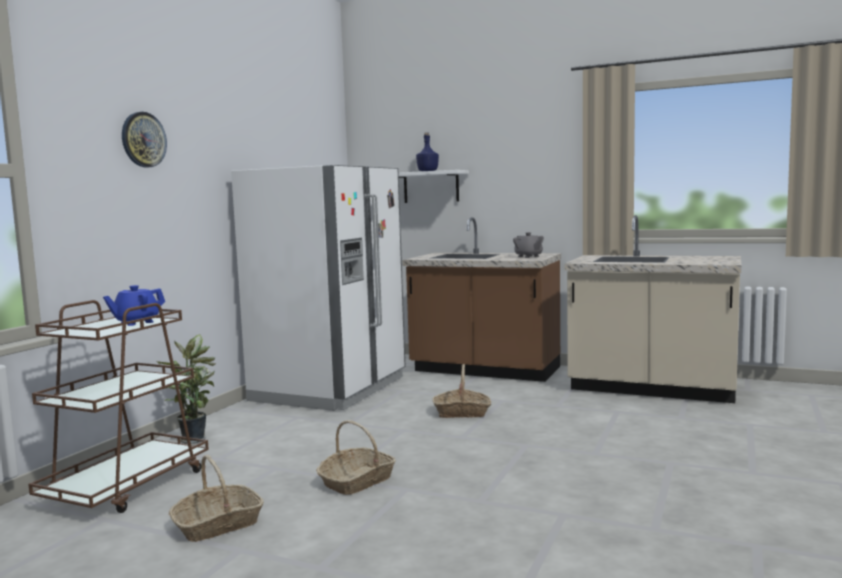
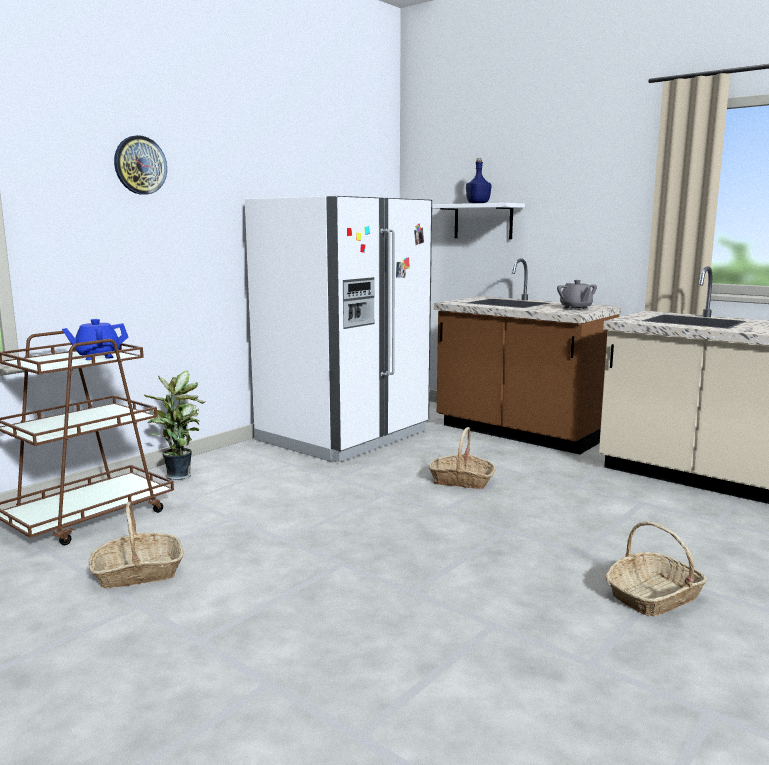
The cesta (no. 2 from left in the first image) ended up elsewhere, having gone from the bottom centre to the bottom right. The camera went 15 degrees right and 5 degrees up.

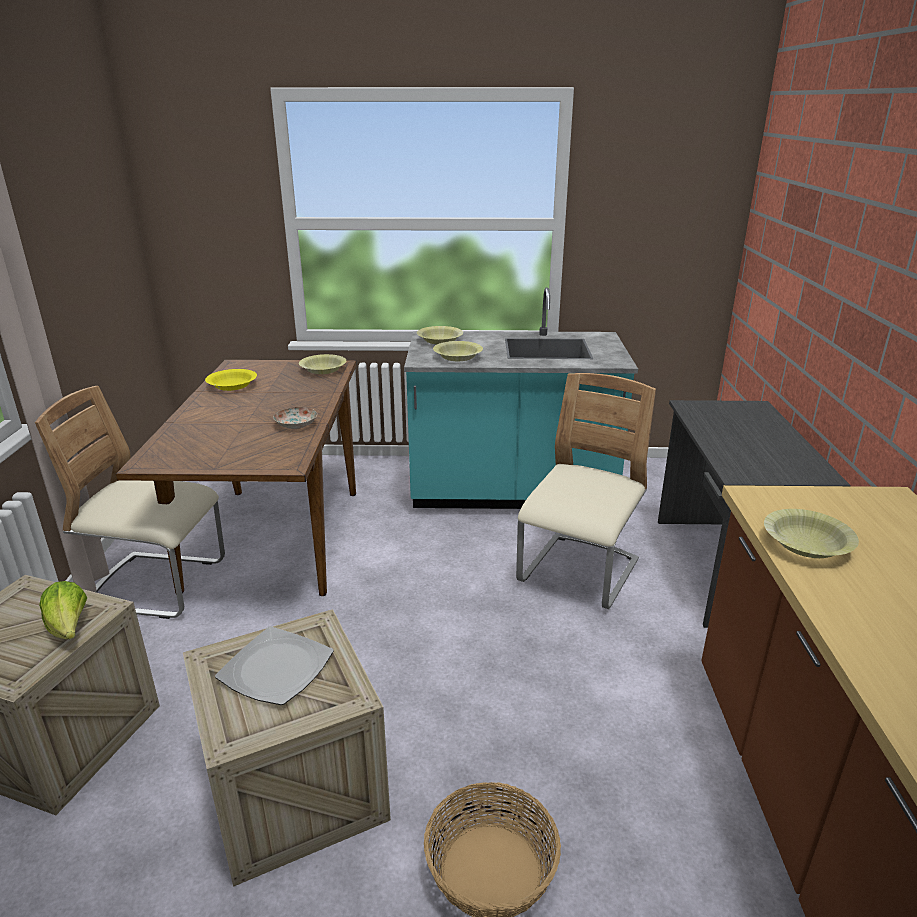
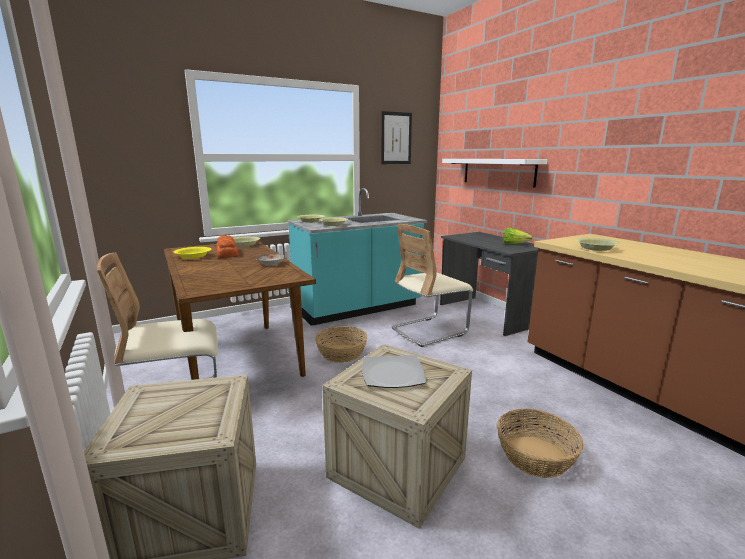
The silla [beis] (no. 2 from left) at the centre ended up facing another way, 120 degrees counterclockwise from before. The lechuga ended up elsewhere, having gone from the middle left to the middle right. The second view gained the cuadro at the top centre. The second view gained the estante [blanco] at the top centre. The second view gained the pan at the middle left. The second view gained the cesta (no. 1 from left) at the centre. The camera went 30 degrees left and 10 degrees down.

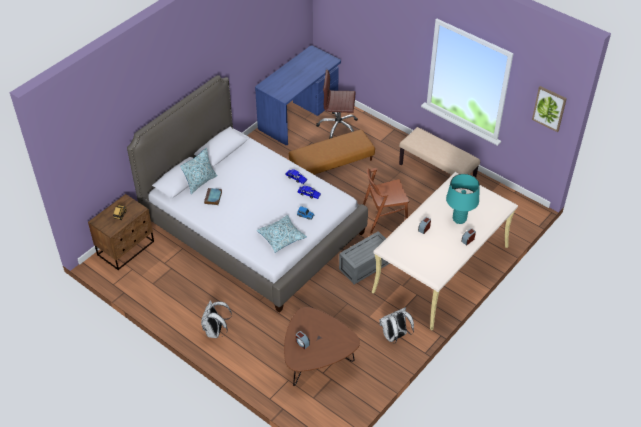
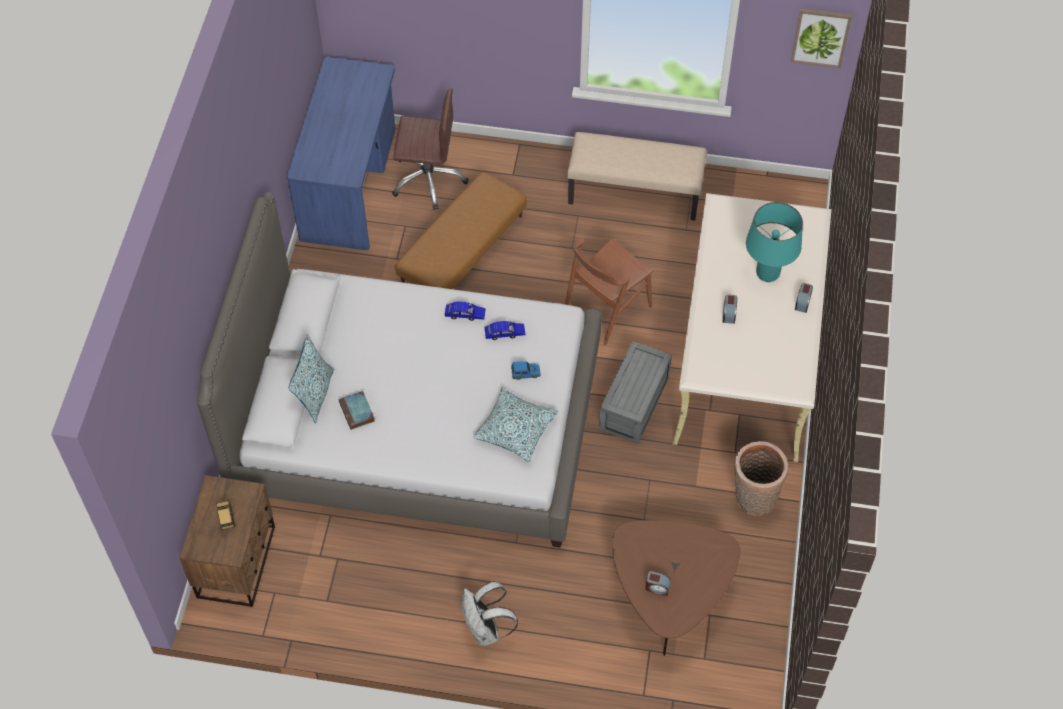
The silla de oficina [marrón] at the top centre ended up facing another way, 150 degrees counterclockwise from before. Where the mochila [blanco] (no. 2 from left) stood at the bottom centre, the cesta came to stand at the bottom right. The camera went 30 degrees left and 10 degrees up.

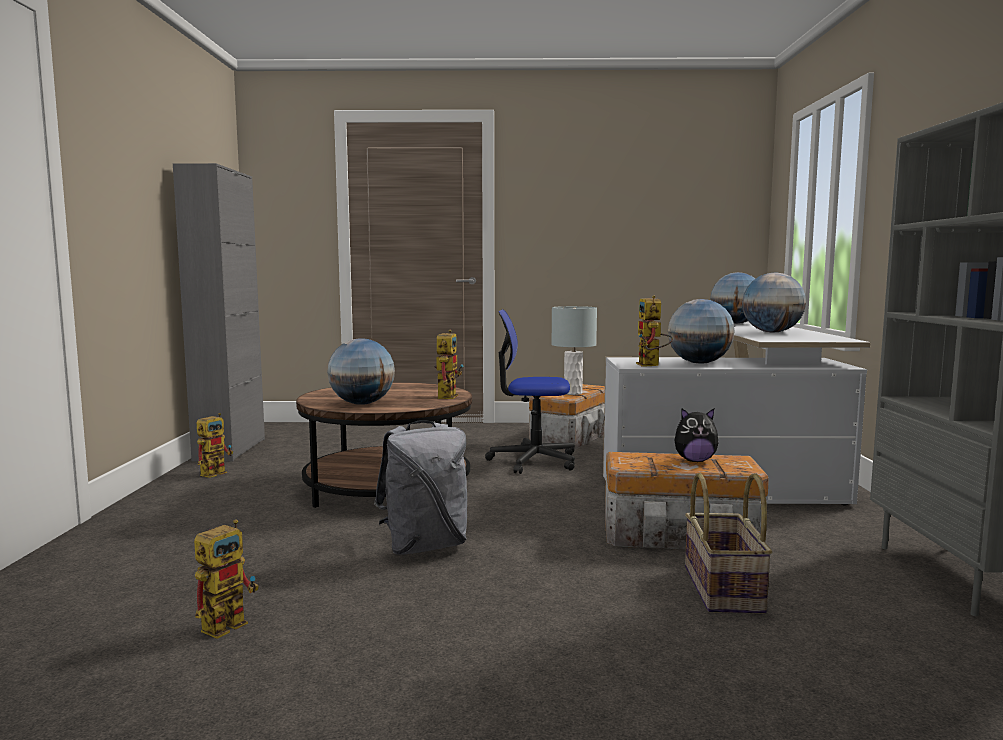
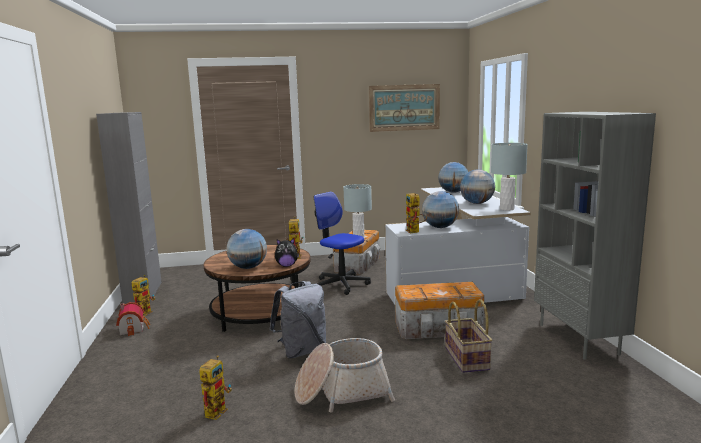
The silla de oficina at the centre ended up facing another way, 45 degrees clockwise from before. The peluche ended up elsewhere, having gone from the middle right to the centre. The second view gained the cuadro at the top centre. The second view gained the lámpara de mesa [gris] (no. 2 from left) at the middle right. The second view gained the casita at the bottom left. The second view gained the cesta (no. 1 from left) at the bottom centre. The camera went 10 degrees left and 5 degrees up.

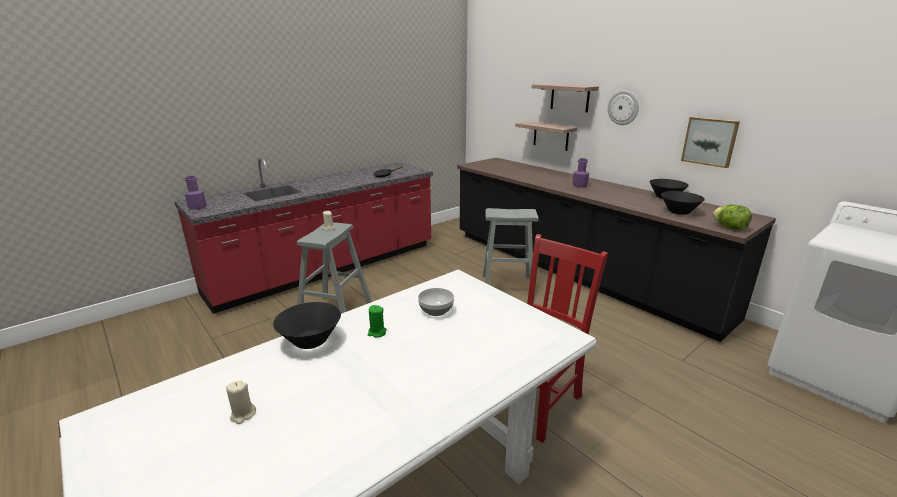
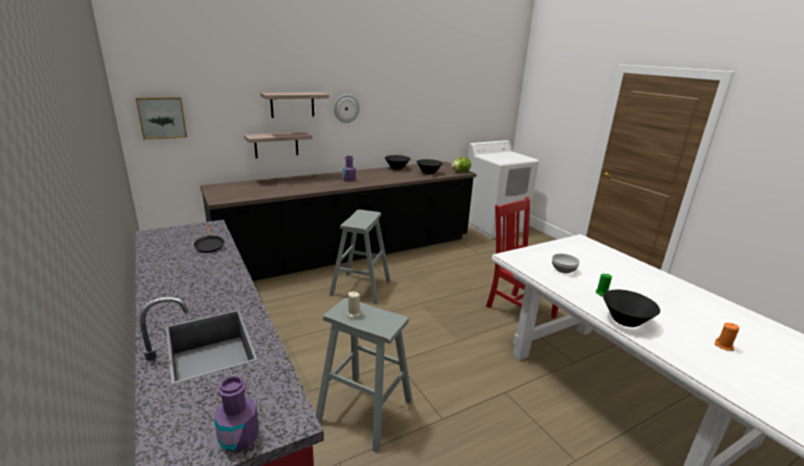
The cuadro ended up elsewhere, having gone from the top right to the top left. What was the vela [beis] (no. 1 from left) at the bottom left turned into the vela [naranja] at the bottom right. The camera went 80 degrees left and 0 degrees up.

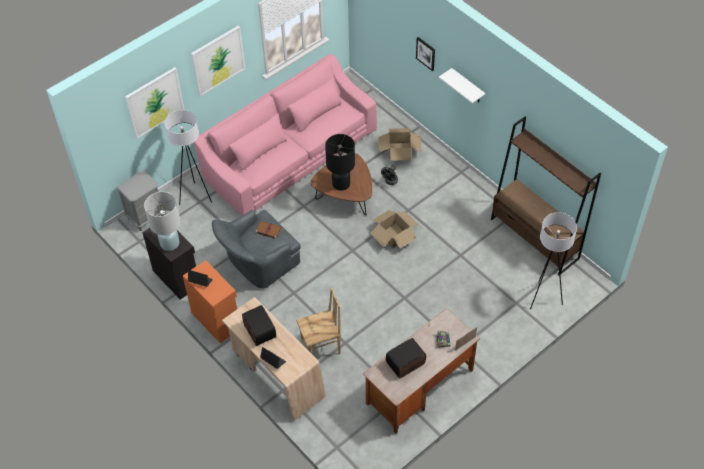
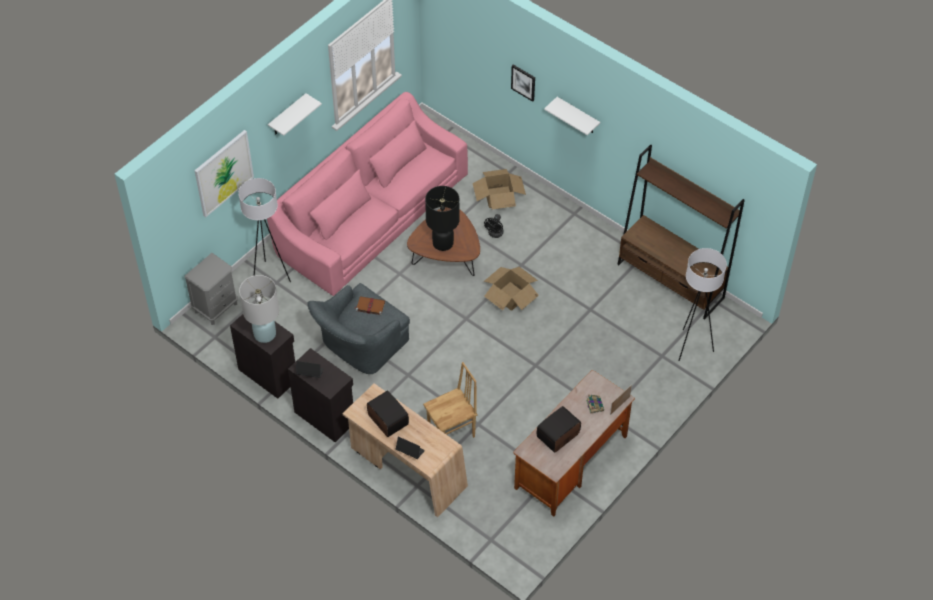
Where the cuadro (no. 2 from left) hung at the top left, the estante [blanco] (no. 1 from left) came to hang at the top left. What was the armario [naranja] at the middle left turned into the armario [negro] (no. 2 from left) at the centre. The camera went 10 degrees left and 0 degrees up.

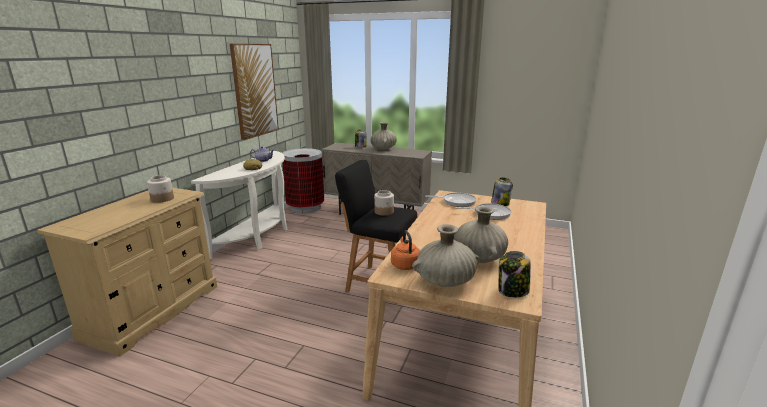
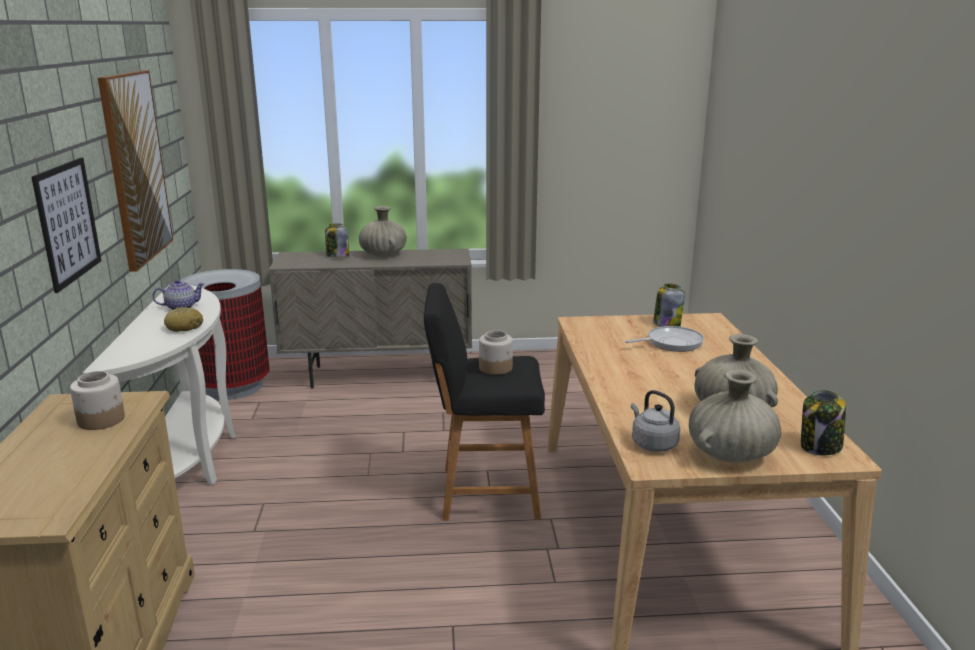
The second view lost the sartén (no. 1 from left) at the centre. What was the hervidor [naranja] at the centre turned into the hervidor [gris] at the middle right. The second view gained the cuadro (no. 1 from left) at the middle left. The camera went 25 degrees left and 0 degrees up.

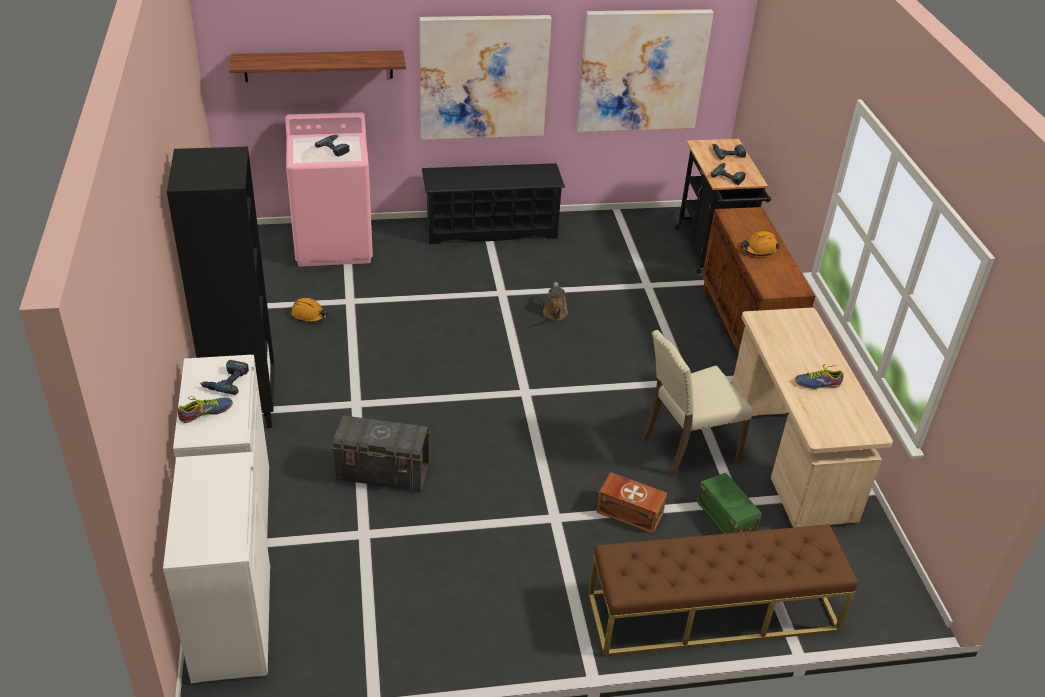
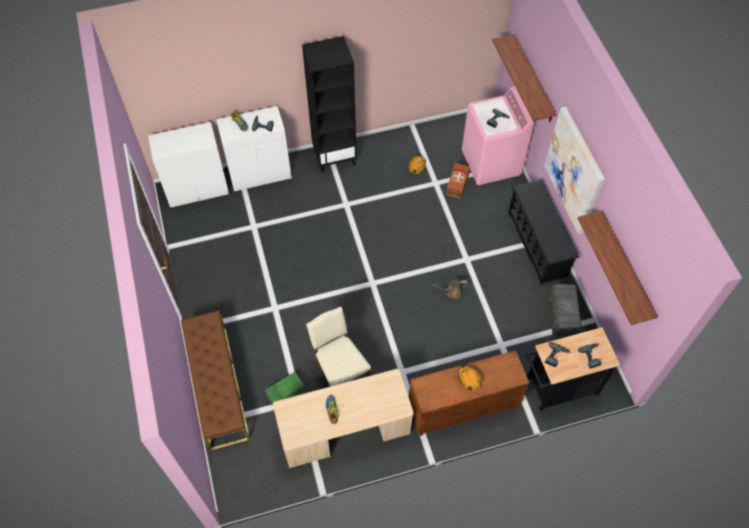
Where the cuadro (no. 2 from left) hung at the top centre, the estante (no. 2 from left) came to hang at the middle right. The caja de almacenaje [gris] ended up elsewhere, having gone from the centre to the middle right. The caja de almacenaje [marrón] ended up elsewhere, having gone from the bottom centre to the centre. The camera went 85 degrees right and 20 degrees up.

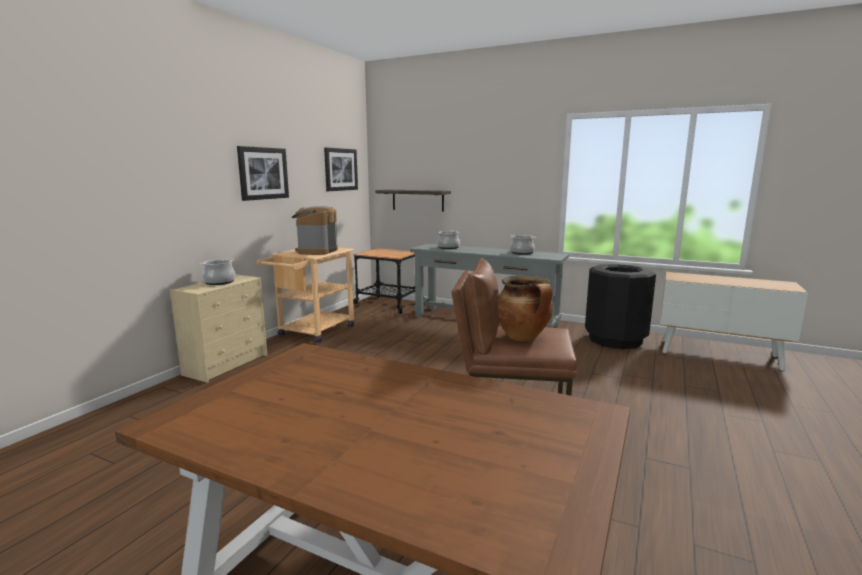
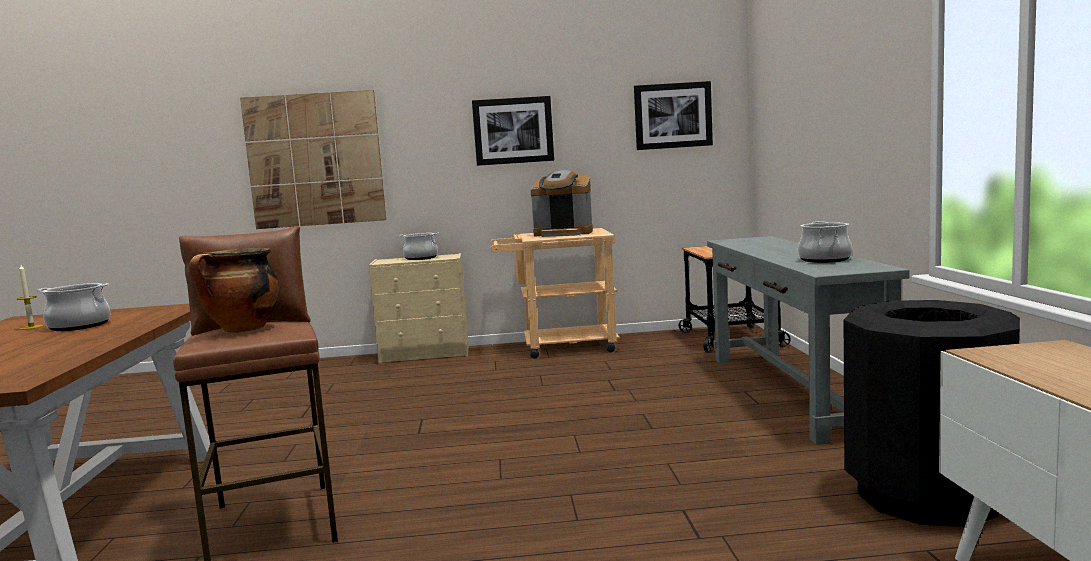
The second view lost the estante at the centre. The cafetera at the centre ended up facing another way, 150 degrees counterclockwise from before. The olla (no. 2 from left in the first image) ended up elsewhere, having gone from the centre to the middle left. The second view gained the cuadro (no. 1 from left) at the top left. The second view gained the vela at the middle left. The camera went 60 degrees right and 5 degrees down.

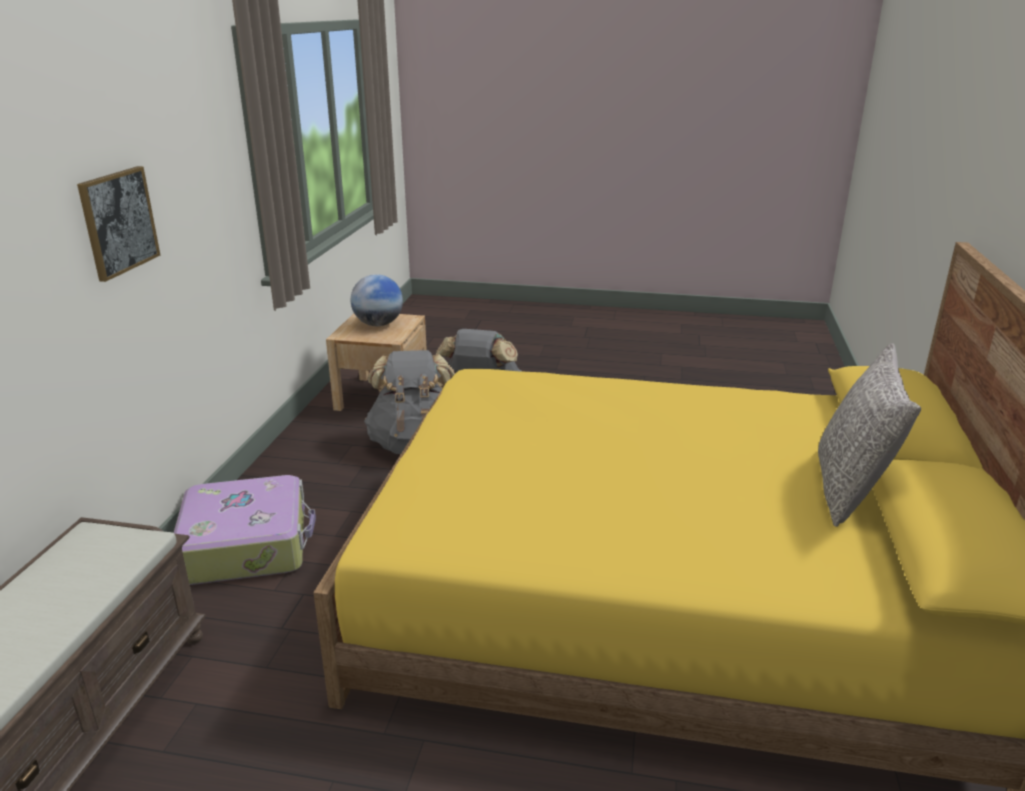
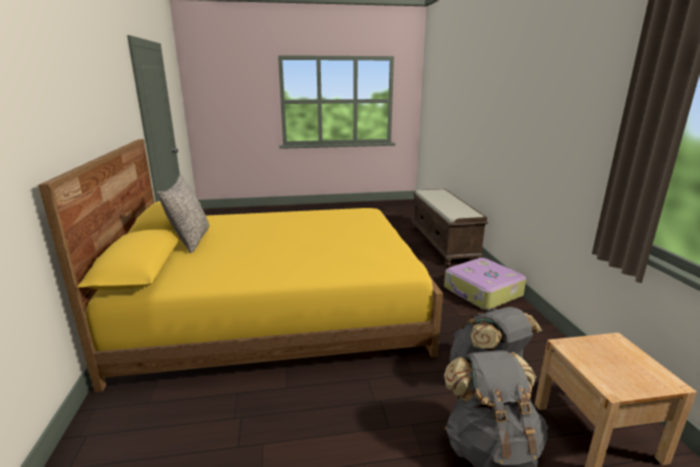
The second view lost the cuadro at the top left. The second view lost the globo terráqueo at the centre. The camera went 160 degrees right and 5 degrees down.

